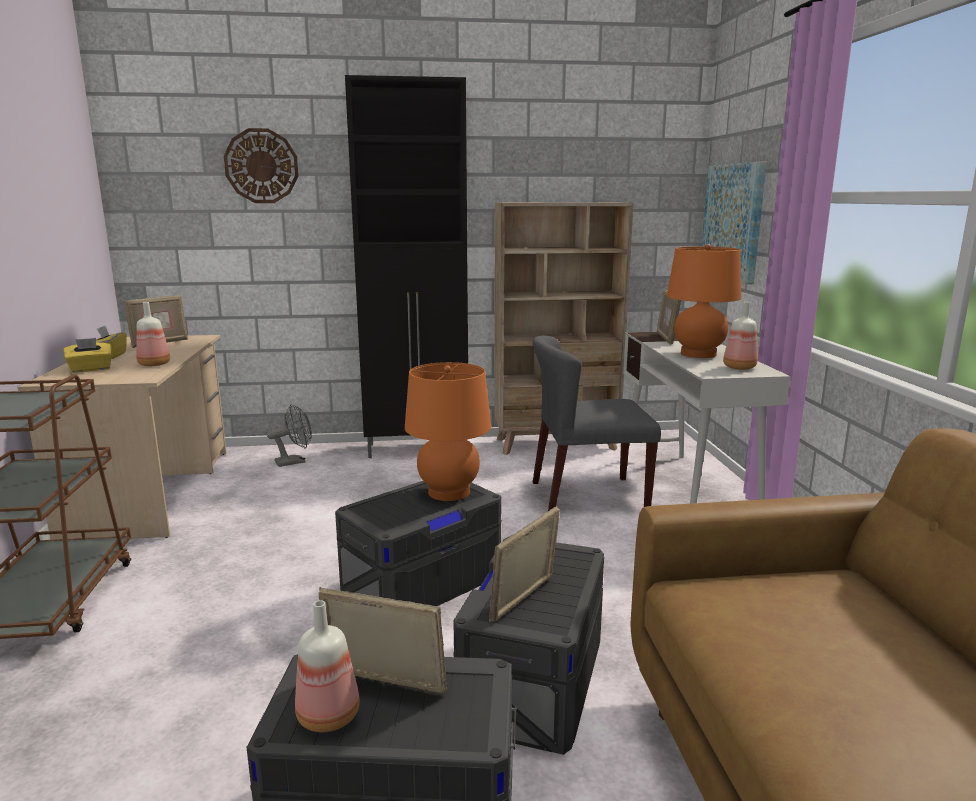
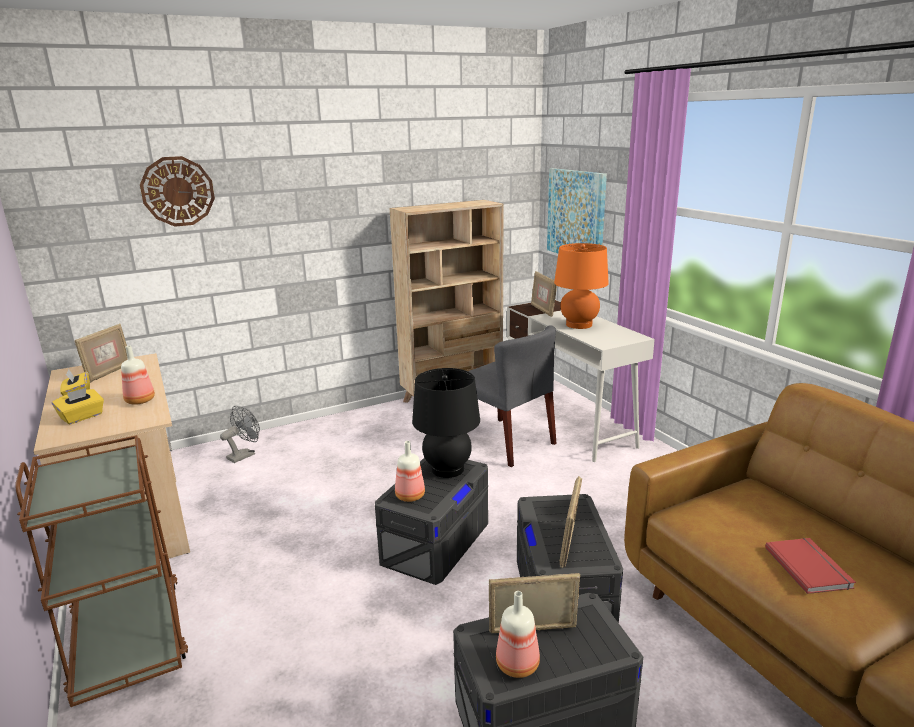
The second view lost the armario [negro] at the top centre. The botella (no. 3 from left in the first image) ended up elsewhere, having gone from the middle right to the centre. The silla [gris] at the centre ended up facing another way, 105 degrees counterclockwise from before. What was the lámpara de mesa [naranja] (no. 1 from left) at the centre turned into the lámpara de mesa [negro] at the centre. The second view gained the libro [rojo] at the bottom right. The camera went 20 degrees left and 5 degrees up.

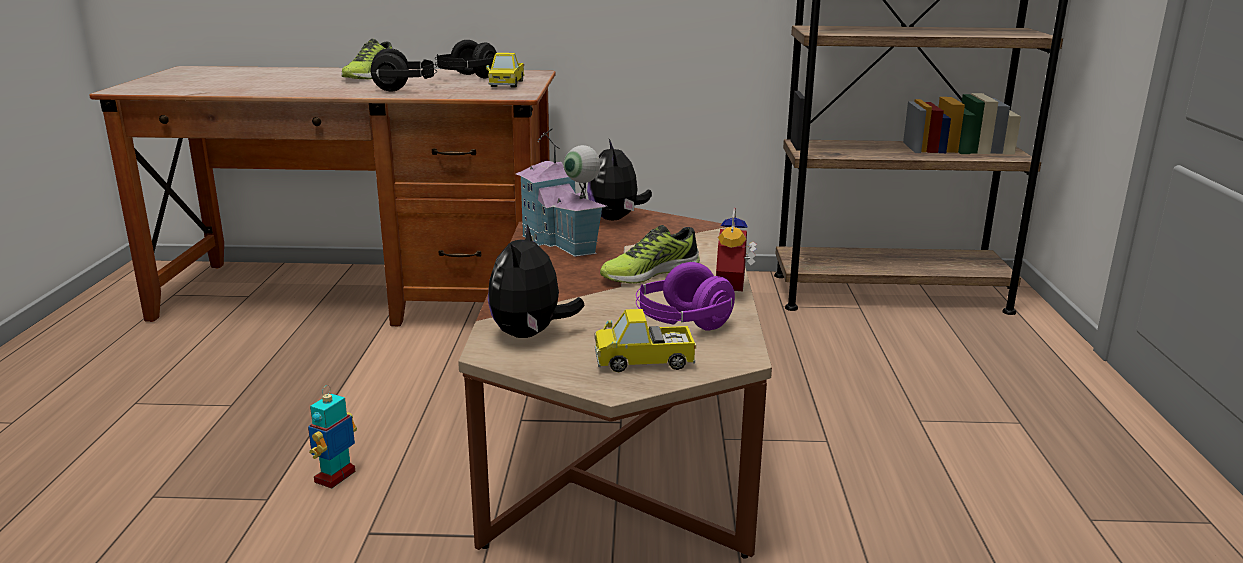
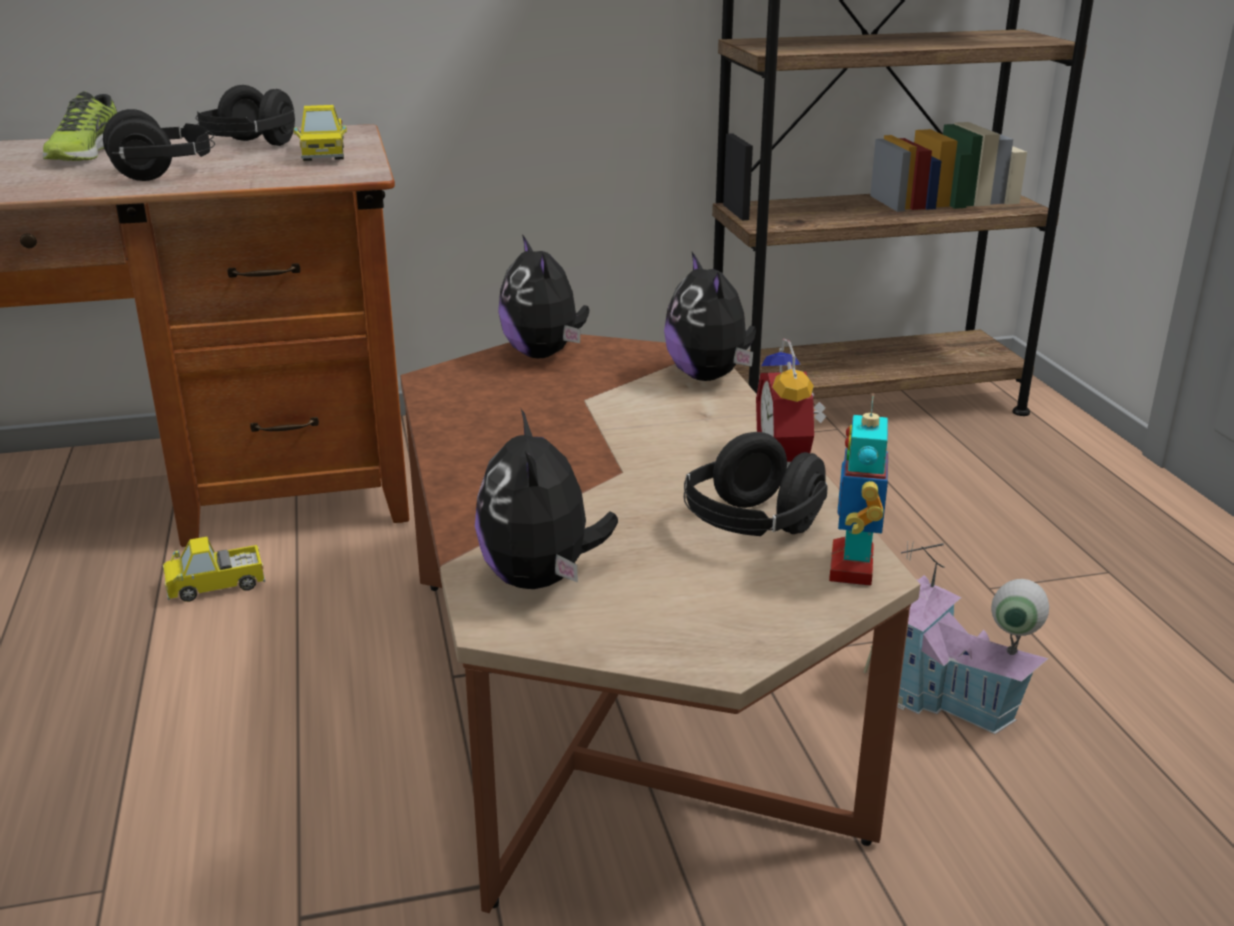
The casita ended up elsewhere, having gone from the centre to the bottom right. The second view lost the zapato (no. 2 from left) at the centre. What was the auriculares [morado] at the centre turned into the auriculares [negro] (no. 3 from left) at the centre. The camión de juguete (no. 2 from left in the first image) ended up elsewhere, having gone from the centre to the middle left. The robot de juguete ended up elsewhere, having gone from the bottom left to the middle right. The second view gained the peluche (no. 3 from left) at the centre. The camera went 15 degrees left and 5 degrees up.

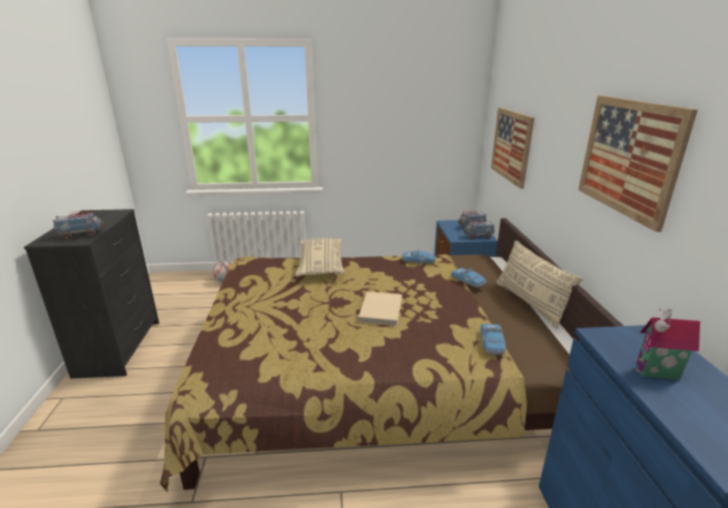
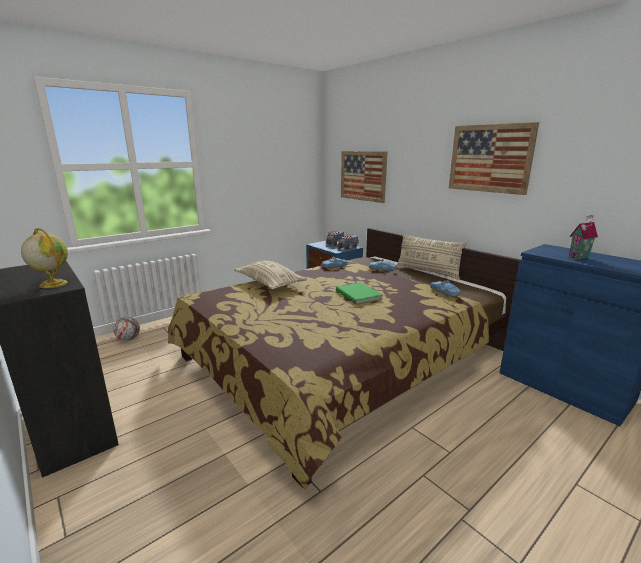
Where the camión de juguete (no. 1 from left) stood at the middle left, the globo terráqueo came to stand at the middle left. What was the libro [beis] at the centre turned into the libro [verde] at the centre. The camera went 35 degrees left and 5 degrees down.

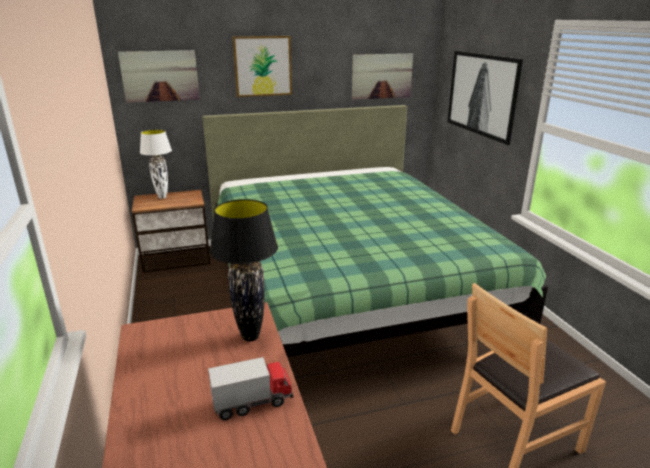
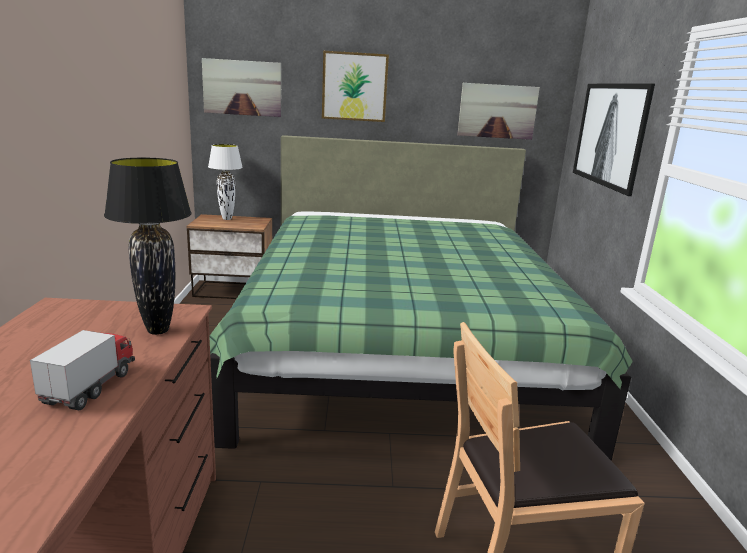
The camión de juguete at the bottom centre ended up facing another way, 75 degrees counterclockwise from before. The camera went 15 degrees right and 5 degrees down.

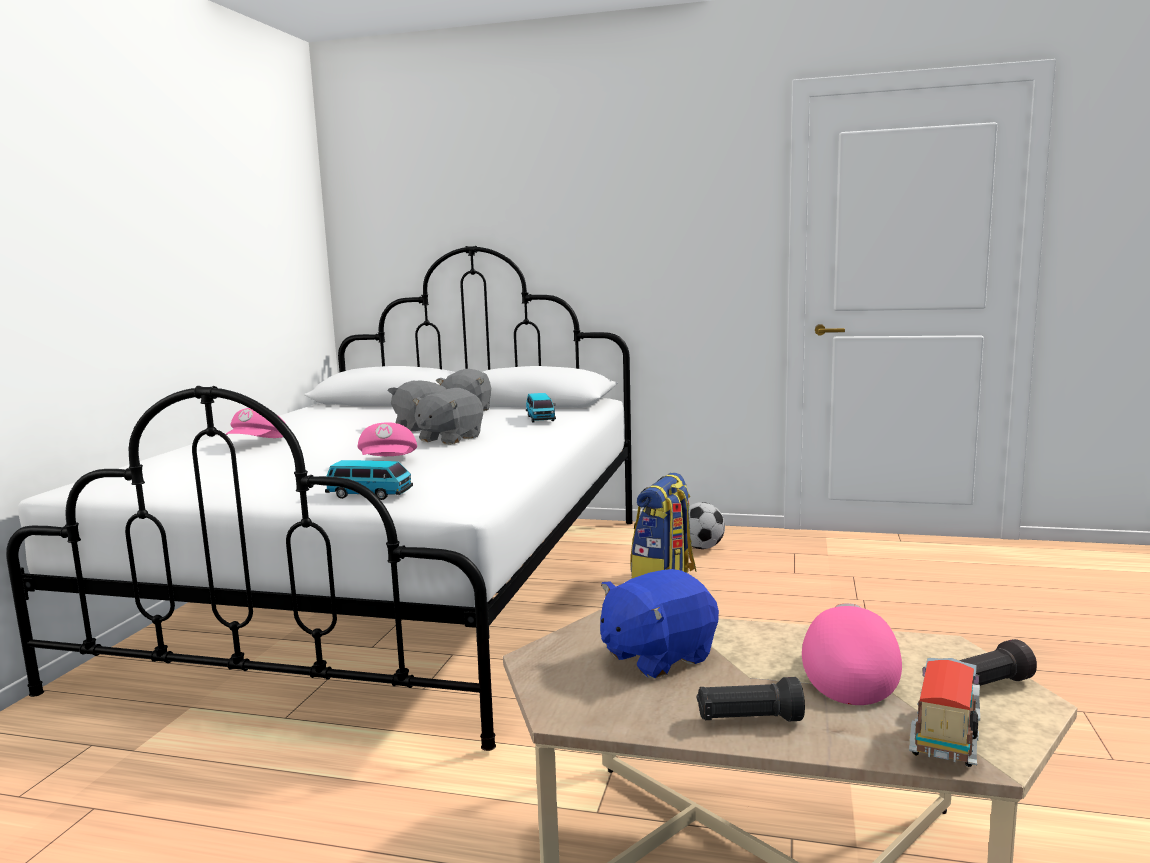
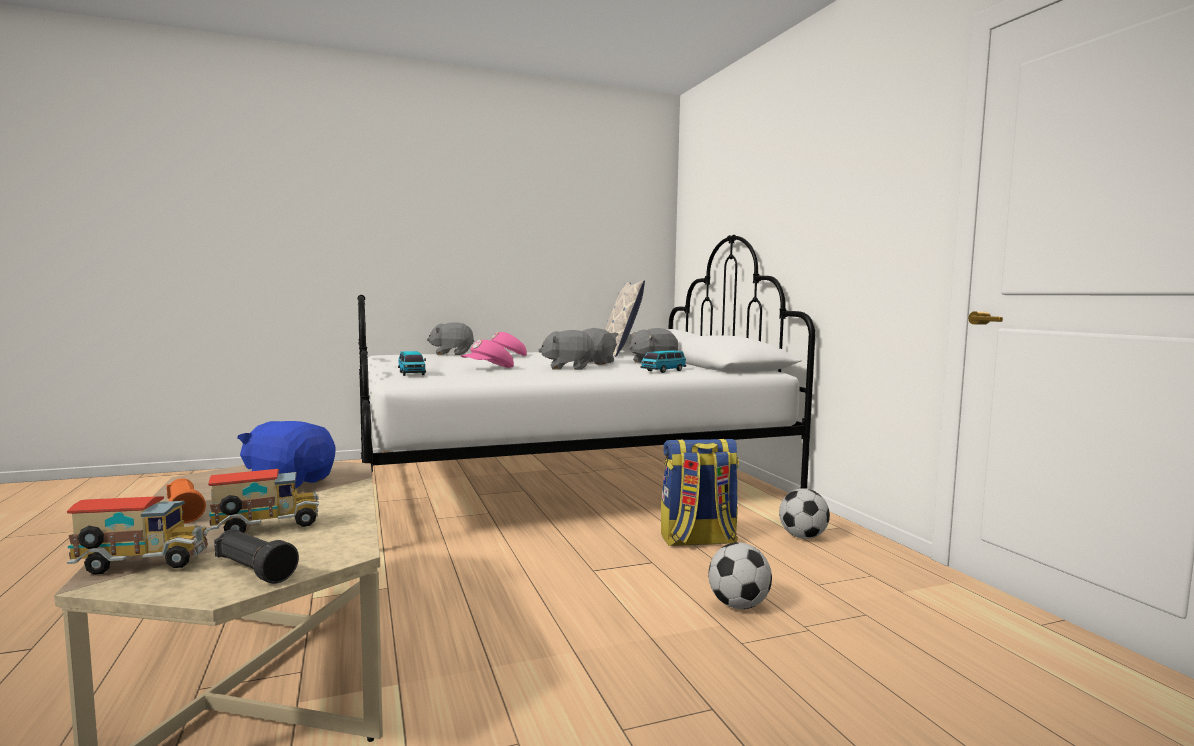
Where the gorra [rosa] (no. 3 from left) stood at the bottom right, the camión de juguete (no. 2 from left) came to stand at the bottom left. What was the linterna [negro] (no. 1 from left) at the bottom centre turned into the linterna [naranja] at the bottom left. The second view gained the cojín at the centre. The second view gained the peluche [gris] (no. 1 from left) at the centre. The second view gained the balón de fútbol (no. 1 from left) at the bottom centre. The camera went 55 degrees right and 5 degrees down.

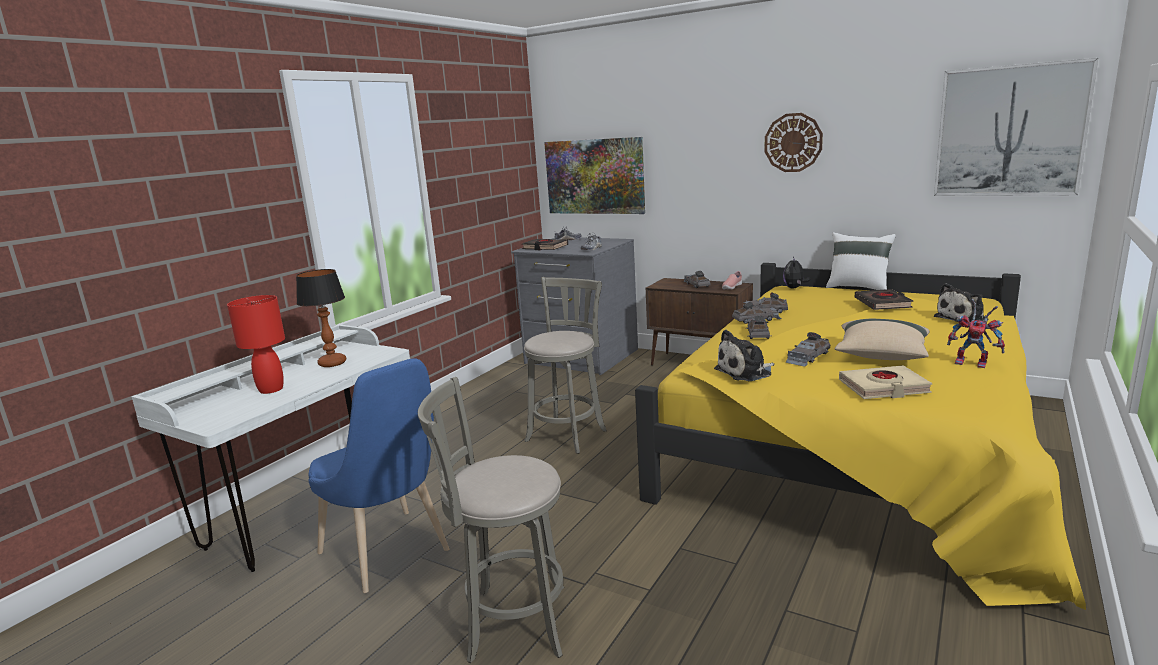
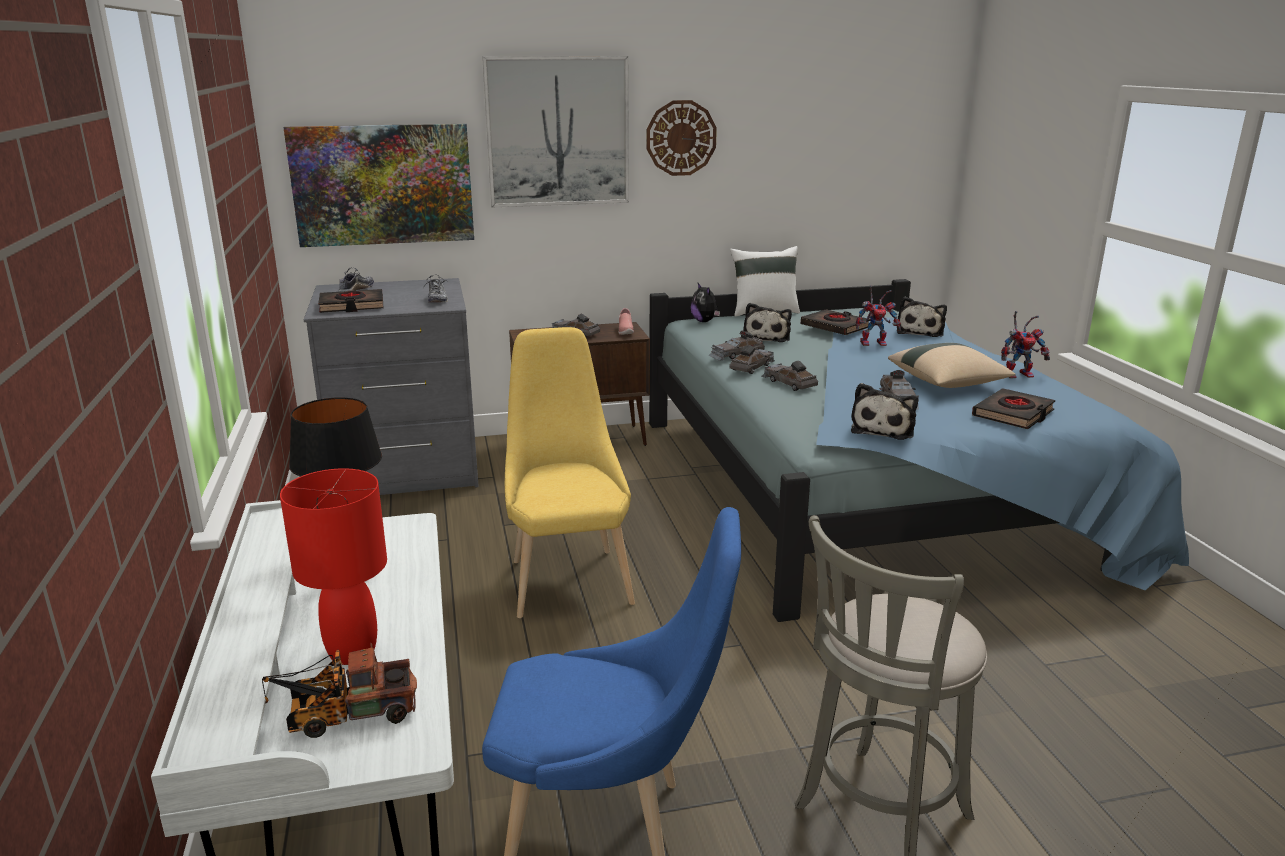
The cuadro (no. 2 from left) ended up elsewhere, having gone from the top right to the top centre. What was the cama [amarillo] at the middle right turned into the cama [azul] at the middle right. Where the taburete [gris] (no. 2 from left) stood at the centre, the silla [amarillo] came to stand at the centre. What was the libro [beis] at the middle right turned into the libro [negro] (no. 3 from left) at the middle right. The second view gained the robot de juguete (no. 1 from left) at the middle right. The second view gained the peluche (no. 2 from left) at the centre. The second view gained the camión de juguete at the bottom left. The camera went 45 degrees left and 5 degrees up.

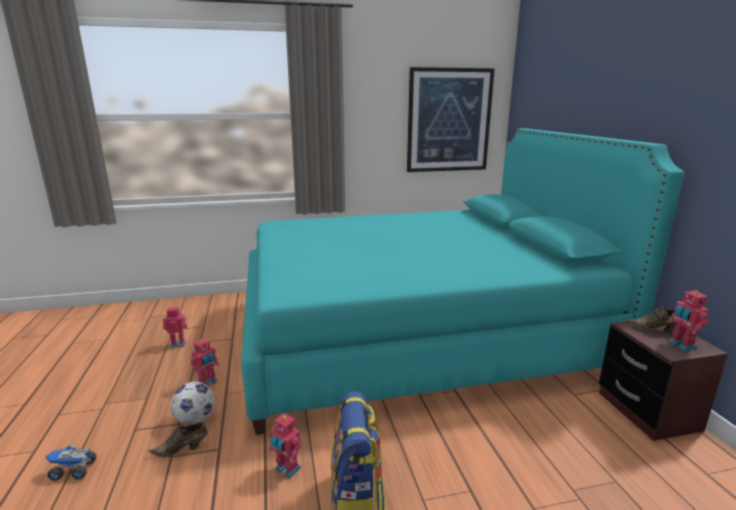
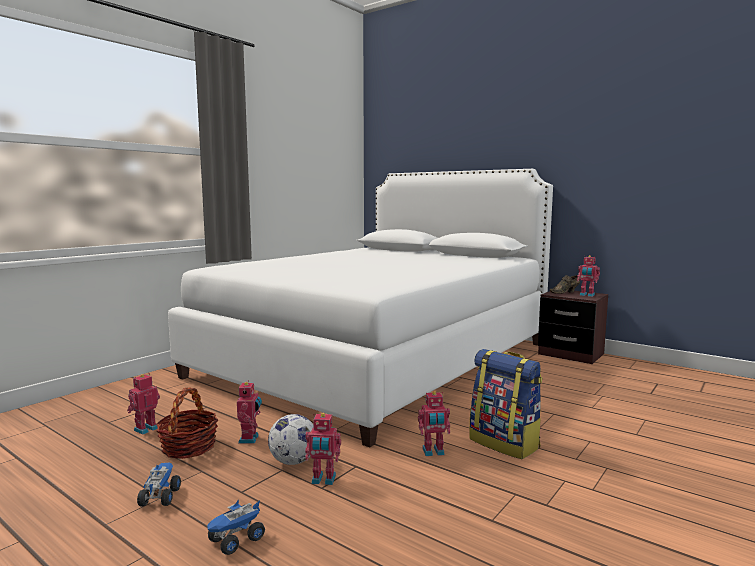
The second view lost the cuadro at the top centre. What was the cama [turquesa] at the centre turned into the cama [blanco] at the centre. Where the zapato [marrón] (no. 1 from left) stood at the bottom left, the robot de juguete (no. 3 from left) came to stand at the bottom centre. The second view gained the cesta at the bottom left. The second view gained the camión de juguete (no. 1 from left) at the bottom left. The camera went 40 degrees left and 10 degrees down.

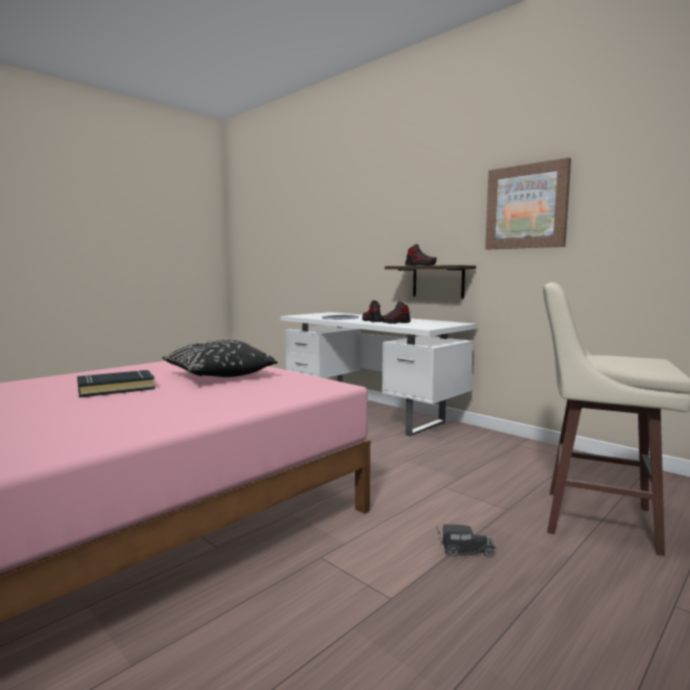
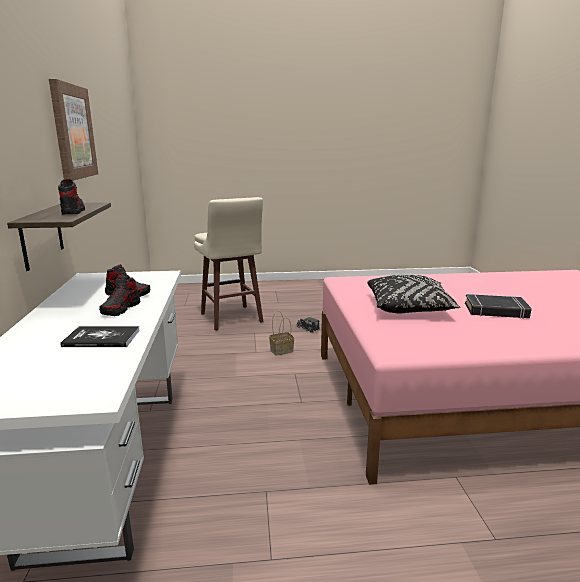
The second view gained the cesta at the centre. The camera went 140 degrees left and 10 degrees up.

